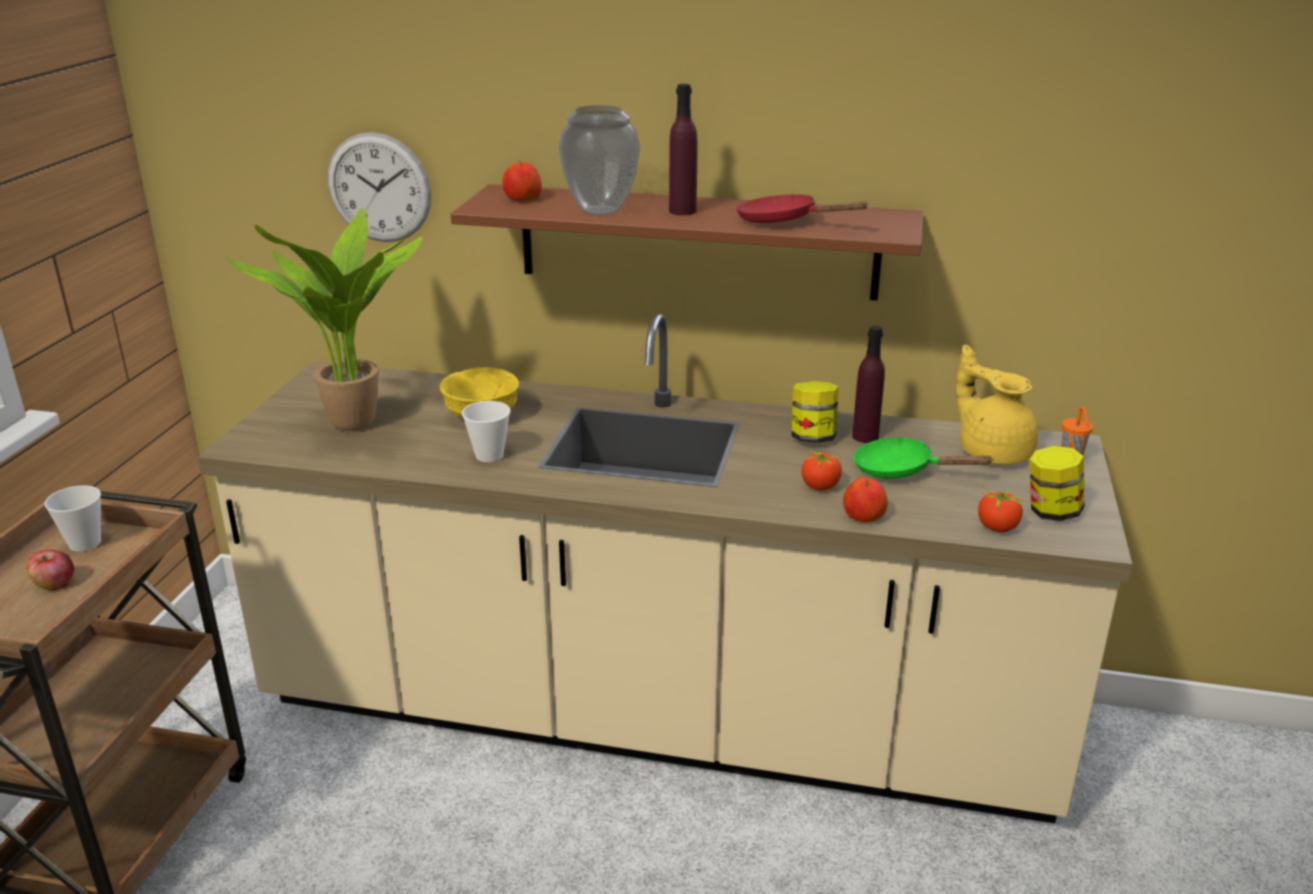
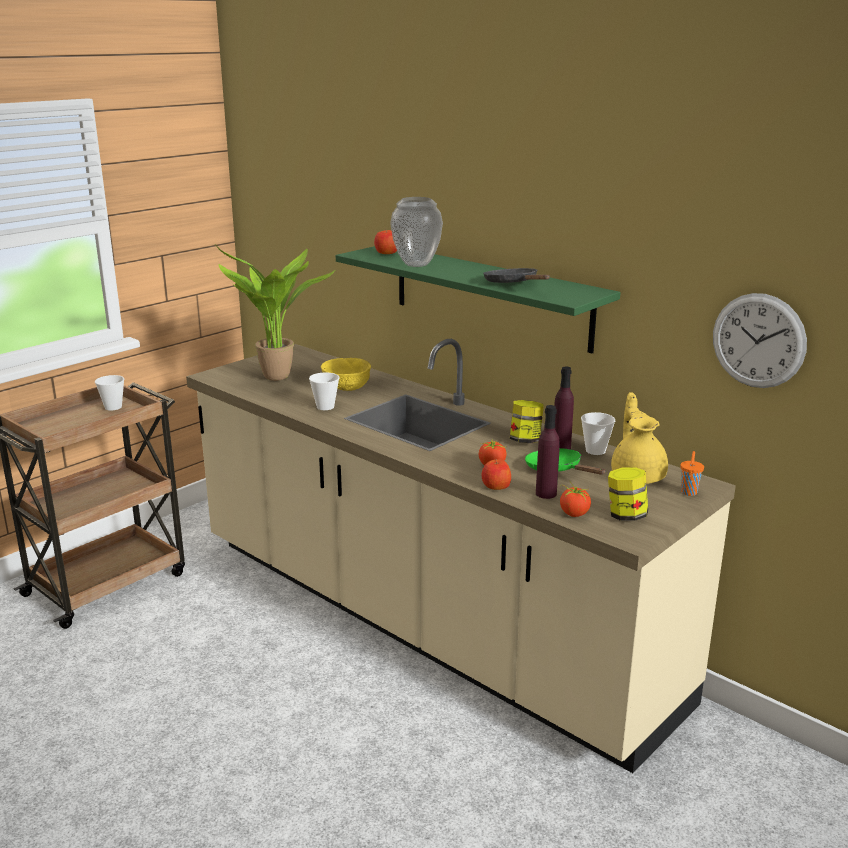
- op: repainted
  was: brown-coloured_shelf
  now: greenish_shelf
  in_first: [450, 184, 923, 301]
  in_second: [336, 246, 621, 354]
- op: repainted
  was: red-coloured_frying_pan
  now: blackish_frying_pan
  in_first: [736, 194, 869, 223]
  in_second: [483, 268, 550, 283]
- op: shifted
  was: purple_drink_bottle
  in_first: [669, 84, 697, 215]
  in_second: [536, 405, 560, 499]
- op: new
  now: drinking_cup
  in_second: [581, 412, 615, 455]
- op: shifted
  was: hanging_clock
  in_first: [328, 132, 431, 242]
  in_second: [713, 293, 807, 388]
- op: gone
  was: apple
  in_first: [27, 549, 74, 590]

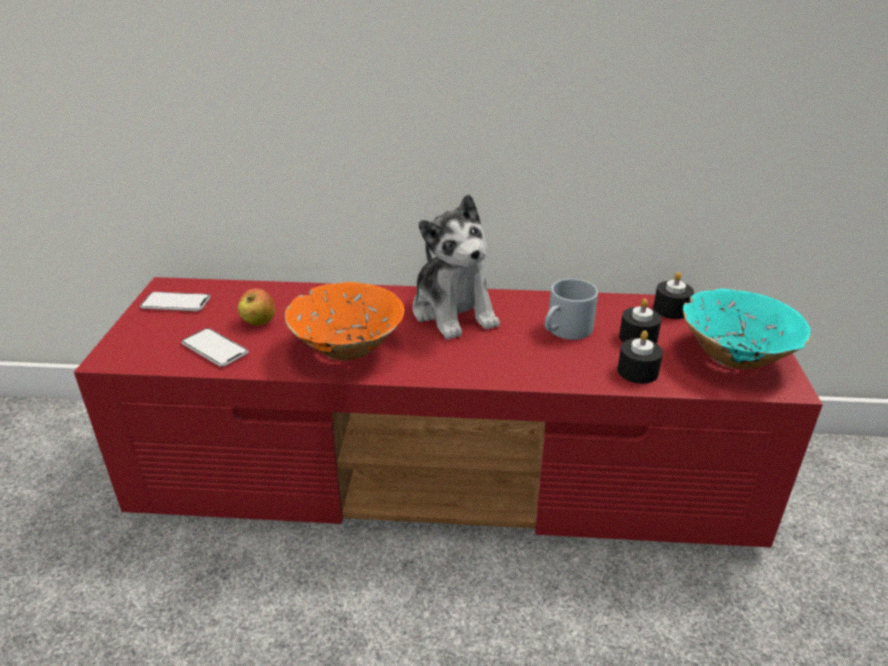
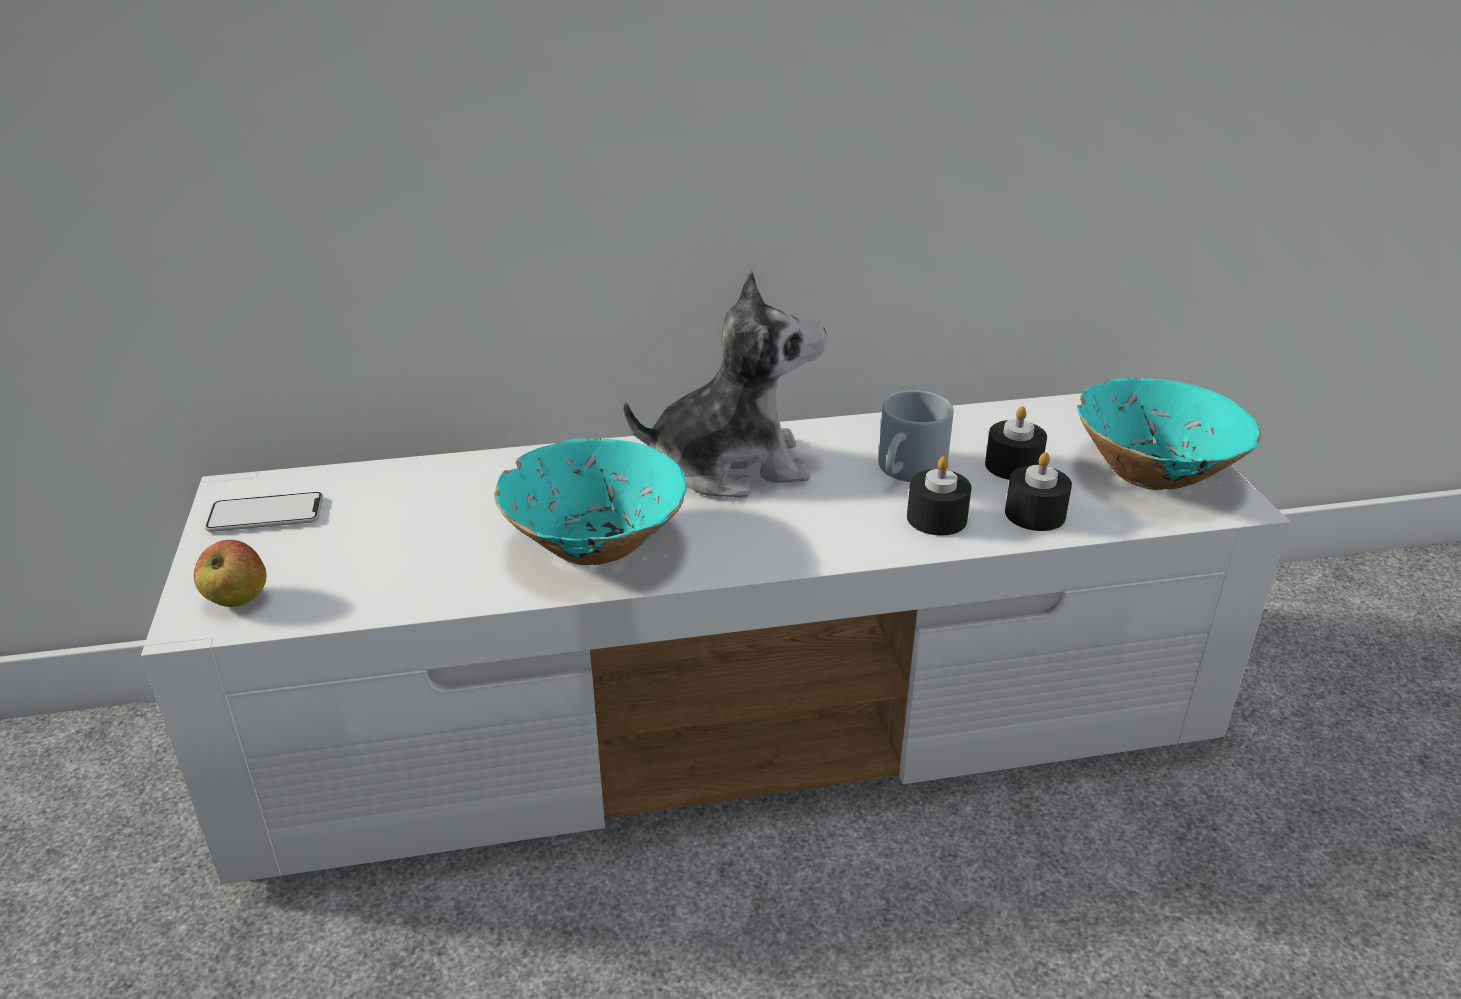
- op: repainted
  was: red-coloured_tv_stand
  now: white-coloured_tv_stand
  in_first: [74, 277, 823, 547]
  in_second: [141, 393, 1291, 884]
- op: shifted
  was: apple
  in_first: [237, 288, 275, 326]
  in_second: [194, 540, 266, 607]
- op: repainted
  was: orange_bowl
  now: blue-green_bowl
  in_first: [285, 282, 405, 361]
  in_second: [494, 438, 687, 565]
- op: rotated
  was: cuddly_toy
  in_first: [412, 194, 500, 340]
  in_second: [623, 270, 826, 498]
  clockwise: -60
- op: shifted
  was: blackish_wax_light
  in_first: [653, 272, 694, 319]
  in_second: [907, 456, 972, 536]
- op: gone
  was: telephone
  in_first: [181, 328, 249, 367]

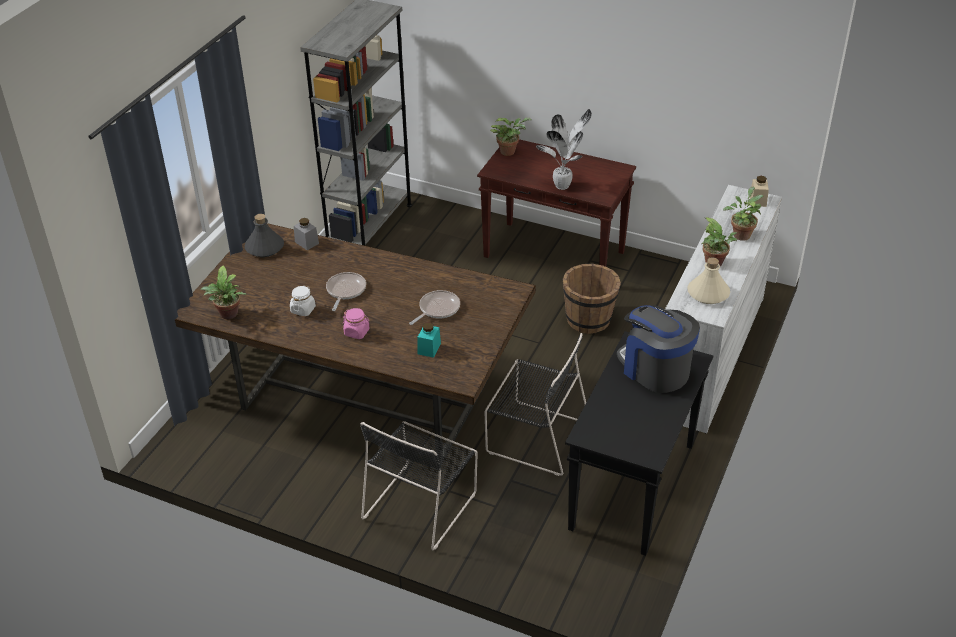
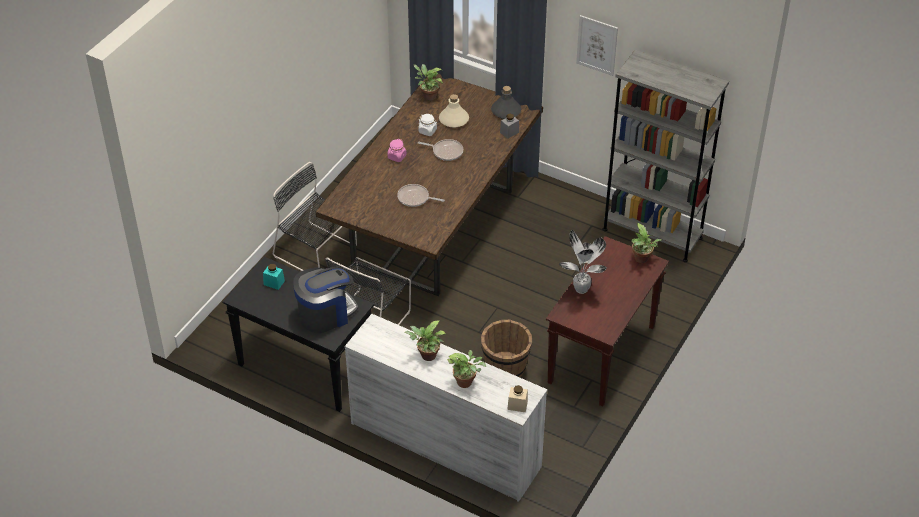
- op: shifted
  was: blue-green_jar
  in_first: [417, 322, 441, 358]
  in_second: [263, 264, 285, 290]
- op: rotated
  was: frying_pan
  in_first: [409, 290, 460, 325]
  in_second: [397, 184, 445, 207]
  clockwise: 150
- op: shifted
  was: sand-coloured_drink_bottle
  in_first: [687, 257, 730, 304]
  in_second: [439, 94, 469, 128]
- op: new
  now: wall_picture
  in_second: [576, 15, 618, 76]

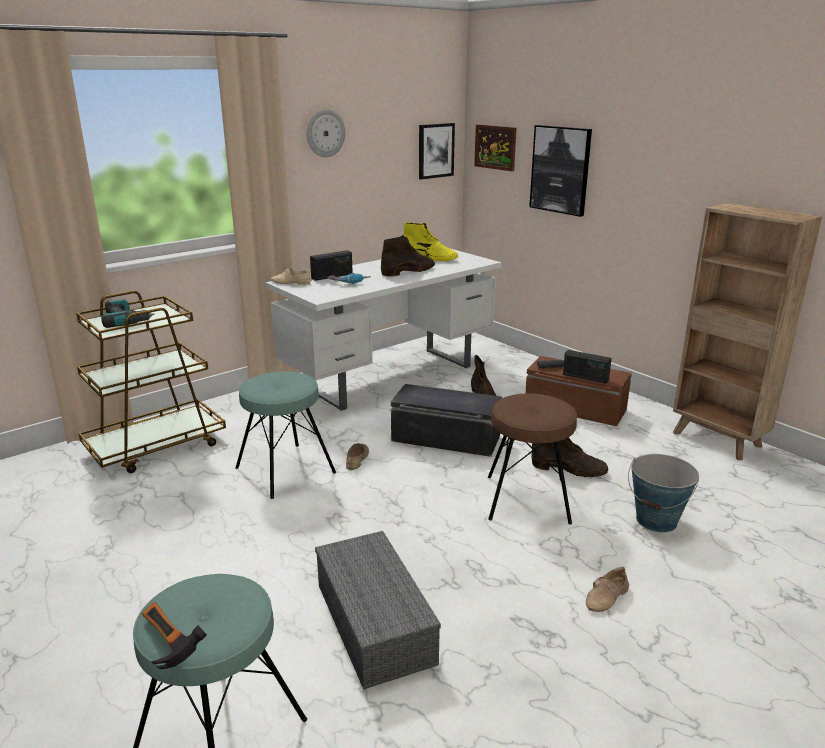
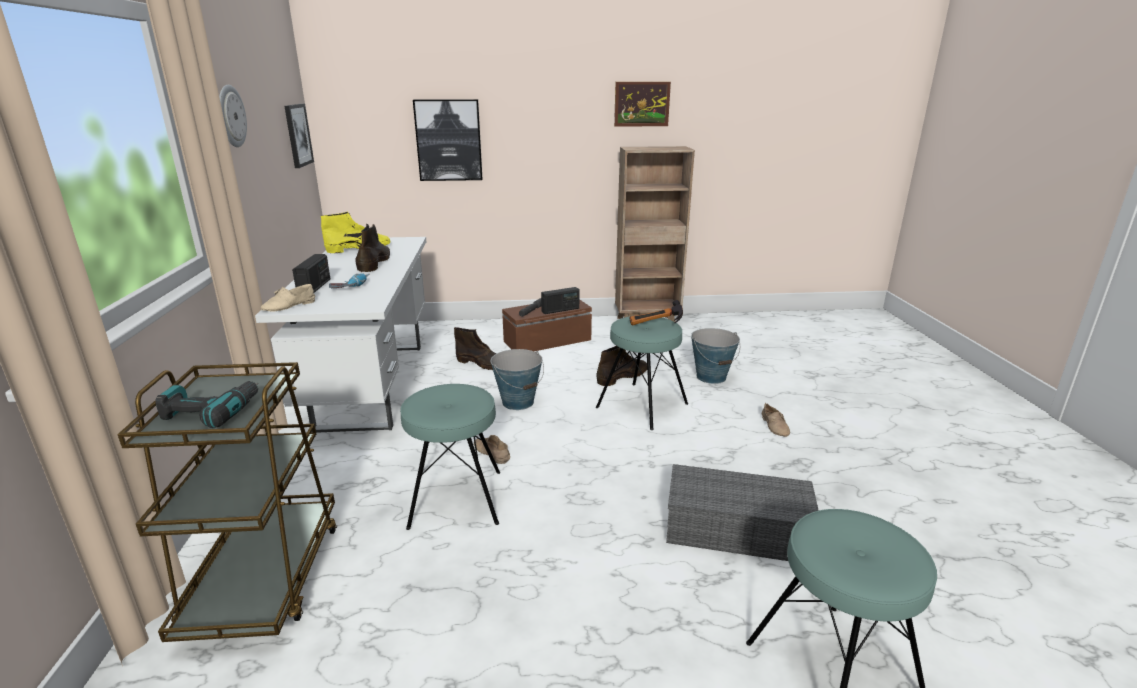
- op: swapped
  was: blackish_storage_container
  now: bucket
  in_first: [391, 384, 502, 457]
  in_second: [490, 349, 544, 410]
- op: repainted
  was: brown-coloured_stool
  now: blue-green_stool
  in_first: [488, 393, 577, 525]
  in_second: [596, 316, 688, 430]
- op: shifted
  was: wall_picture
  in_first: [474, 124, 516, 172]
  in_second: [614, 82, 671, 127]
- op: shifted
  was: tool_hammer
  in_first: [142, 602, 207, 669]
  in_second: [629, 300, 683, 326]

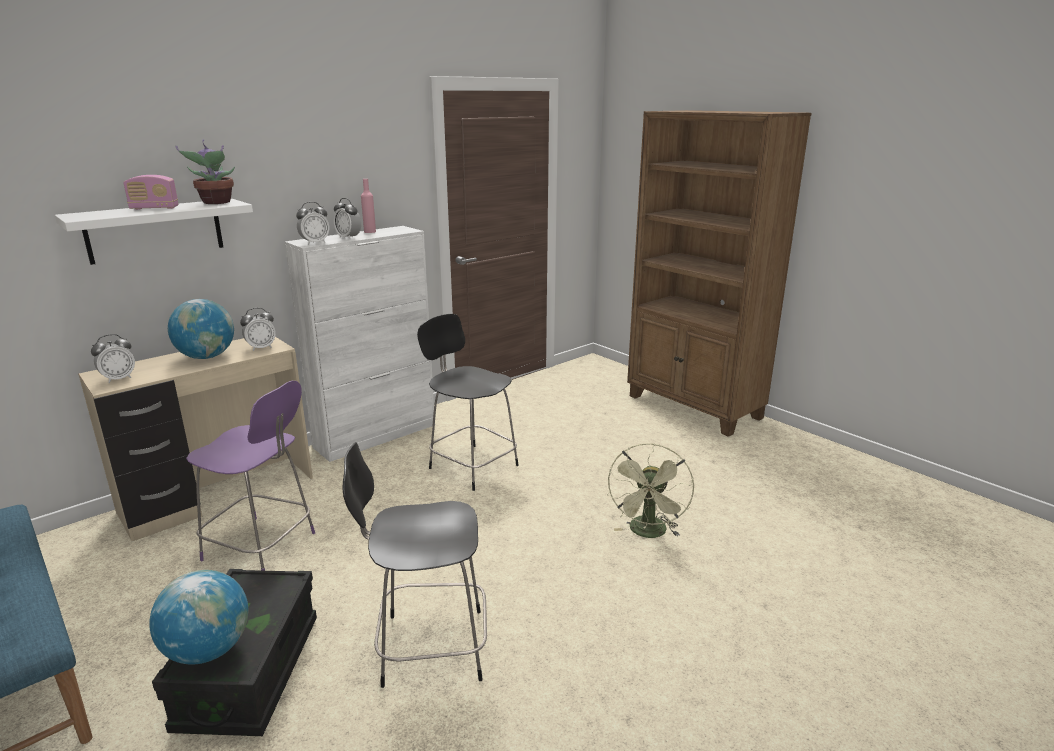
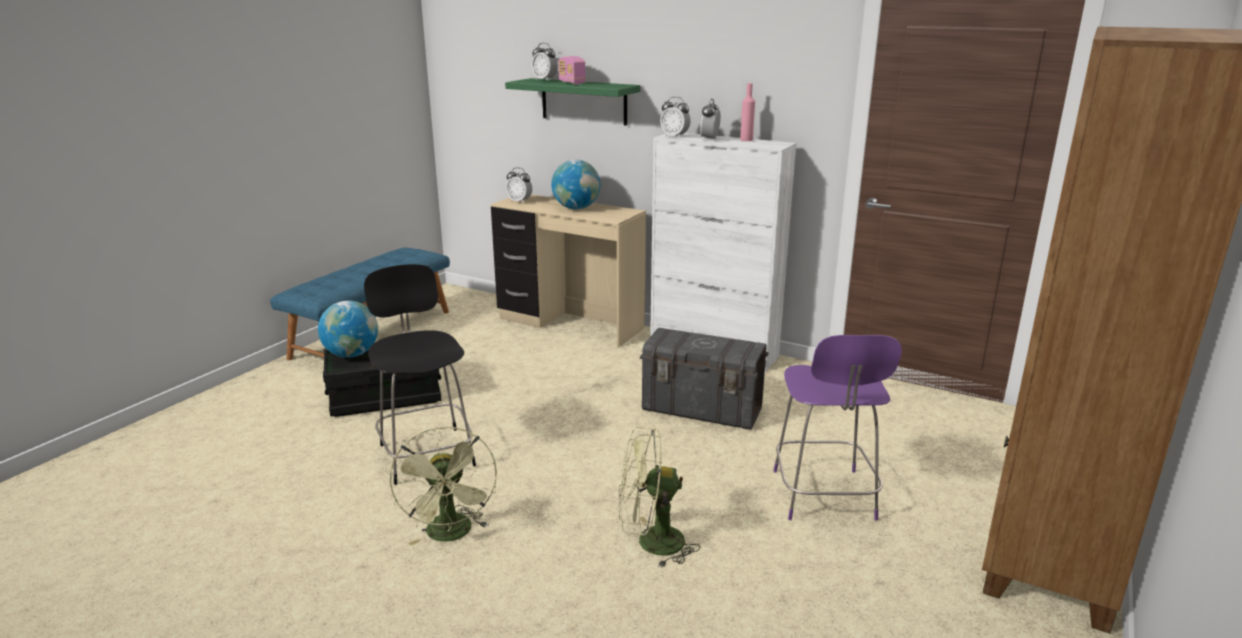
- op: new
  now: greenish_electric_fan
  in_second: [389, 426, 497, 546]
- op: repainted
  was: white-coloured_shelf
  now: greenish_shelf
  in_first: [55, 199, 253, 265]
  in_second: [505, 78, 641, 126]
- op: shifted
  was: table_clock
  in_first: [240, 308, 276, 351]
  in_second: [531, 43, 558, 81]
- op: swapped
  was: blackish_chair
  now: gray_storage_container
  in_first: [417, 314, 519, 491]
  in_second: [640, 328, 769, 430]
- op: shifted
  was: purple_chair
  in_first: [186, 381, 315, 571]
  in_second: [773, 335, 902, 521]
- op: gone
  was: houseplant
  in_first: [175, 139, 235, 204]

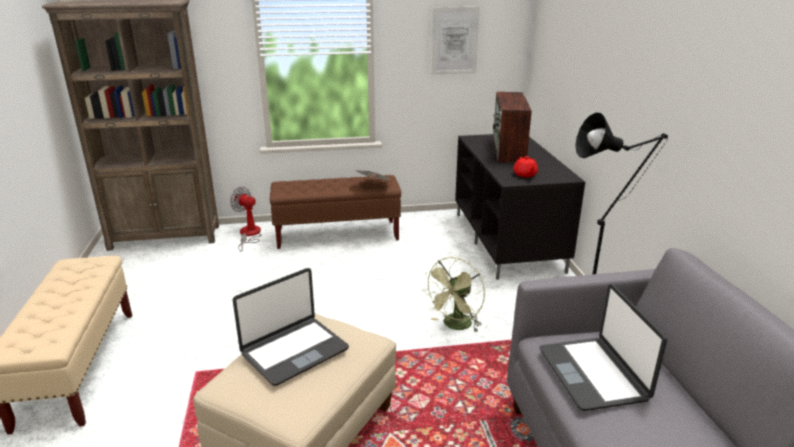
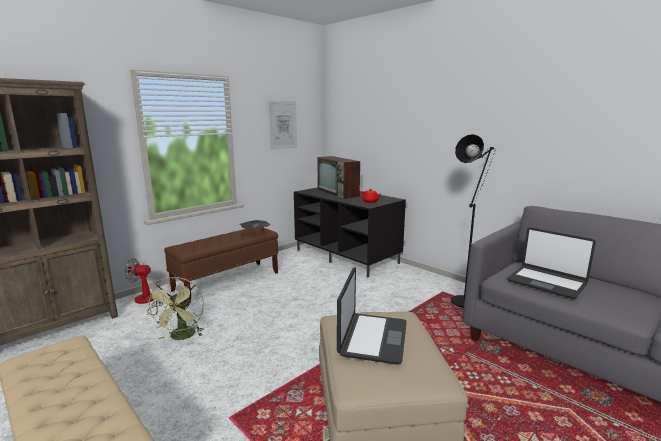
- op: shifted
  was: greenish_electric_fan
  in_first: [424, 257, 485, 332]
  in_second: [146, 277, 204, 340]

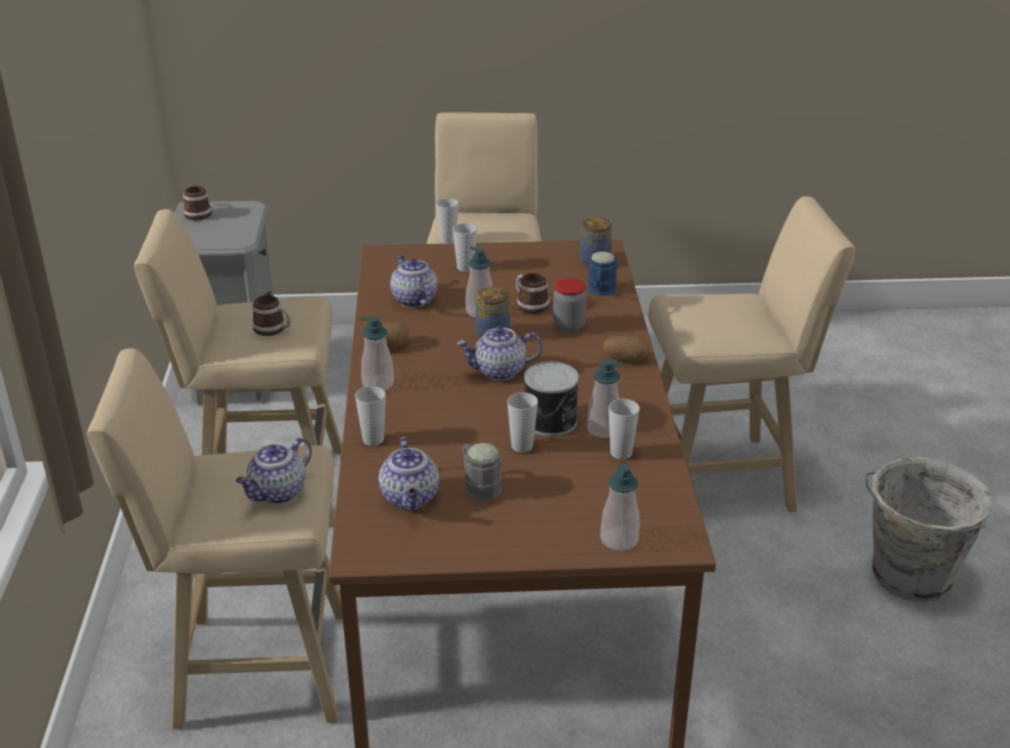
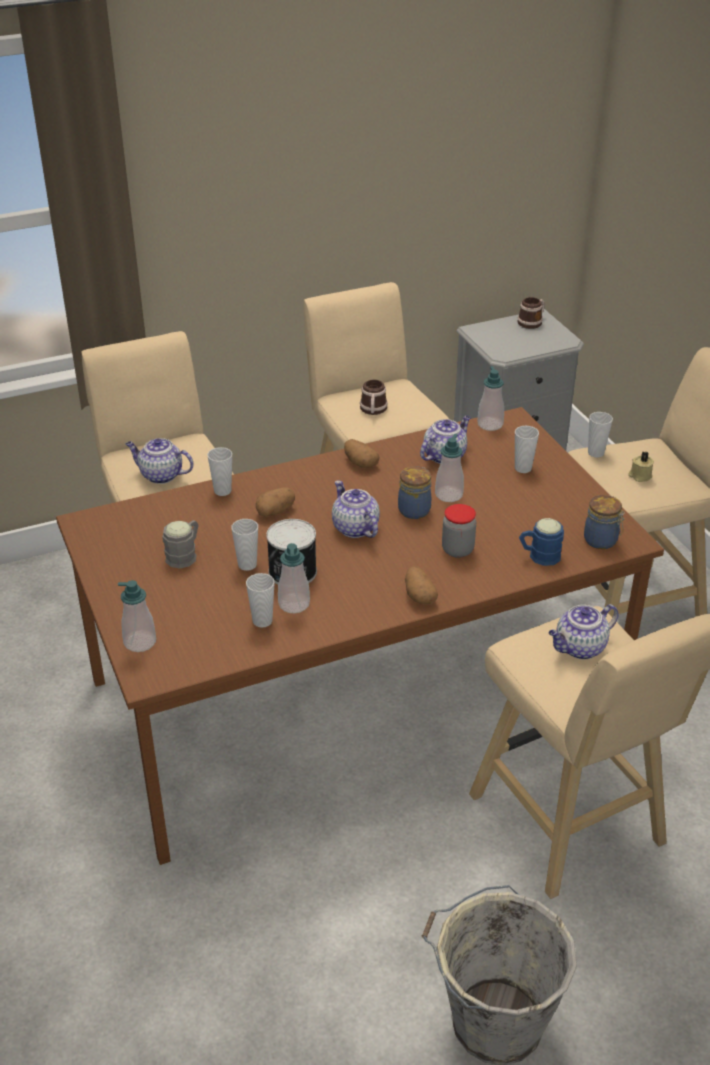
- op: new
  now: spud
  in_second: [256, 487, 295, 516]
- op: shifted
  was: liquid_soap_bottle
  in_first: [361, 317, 394, 391]
  in_second: [477, 366, 504, 431]
- op: shifted
  was: teapot
  in_first: [379, 437, 439, 511]
  in_second: [549, 604, 618, 660]
- op: new
  now: sand-coloured_wax_light
  in_second: [628, 451, 654, 482]
- op: gone
  was: tea_mug
  in_first: [516, 273, 550, 314]

